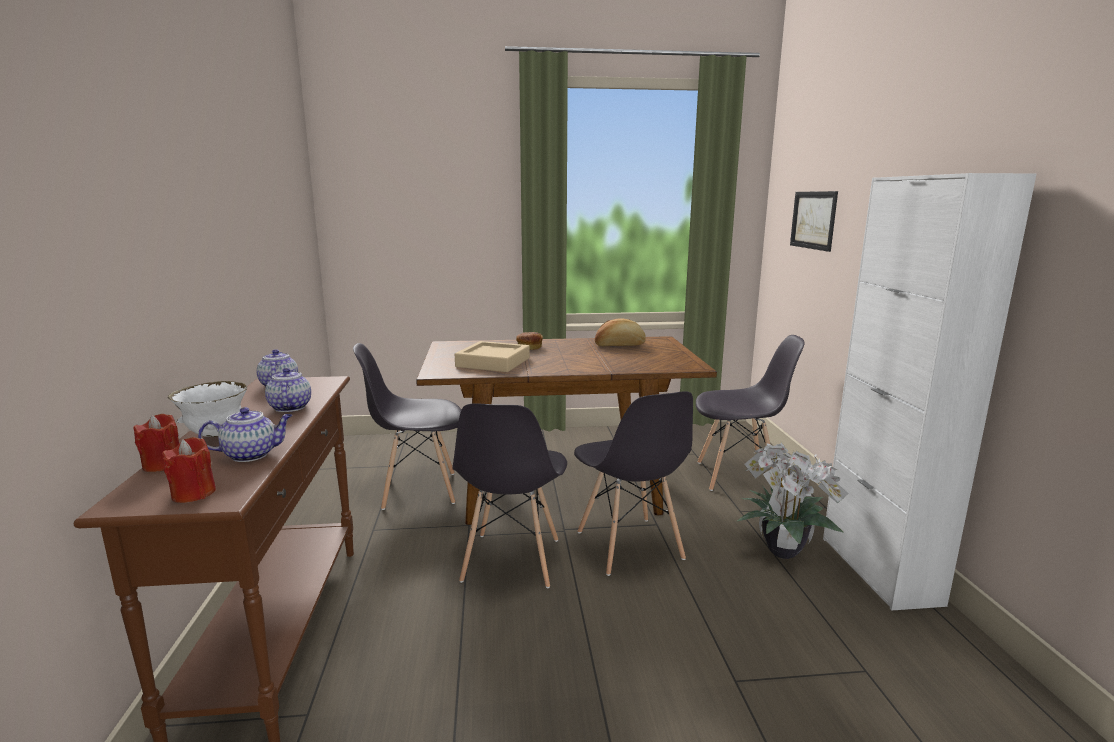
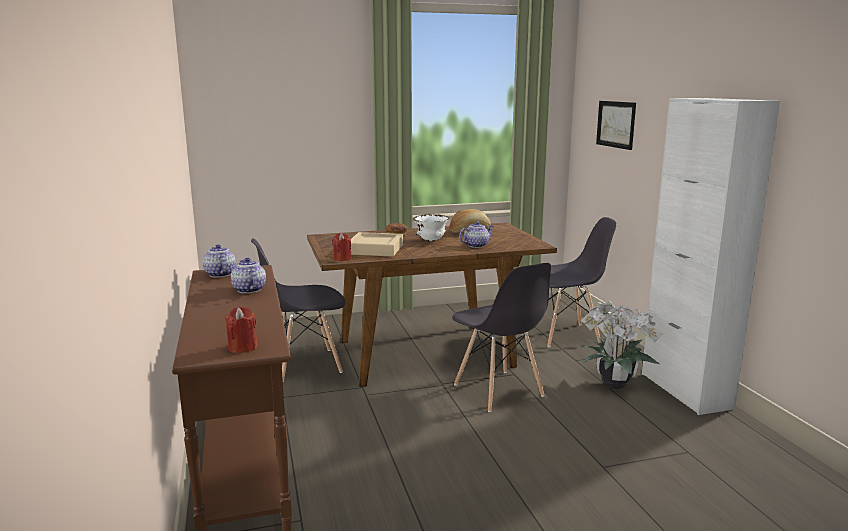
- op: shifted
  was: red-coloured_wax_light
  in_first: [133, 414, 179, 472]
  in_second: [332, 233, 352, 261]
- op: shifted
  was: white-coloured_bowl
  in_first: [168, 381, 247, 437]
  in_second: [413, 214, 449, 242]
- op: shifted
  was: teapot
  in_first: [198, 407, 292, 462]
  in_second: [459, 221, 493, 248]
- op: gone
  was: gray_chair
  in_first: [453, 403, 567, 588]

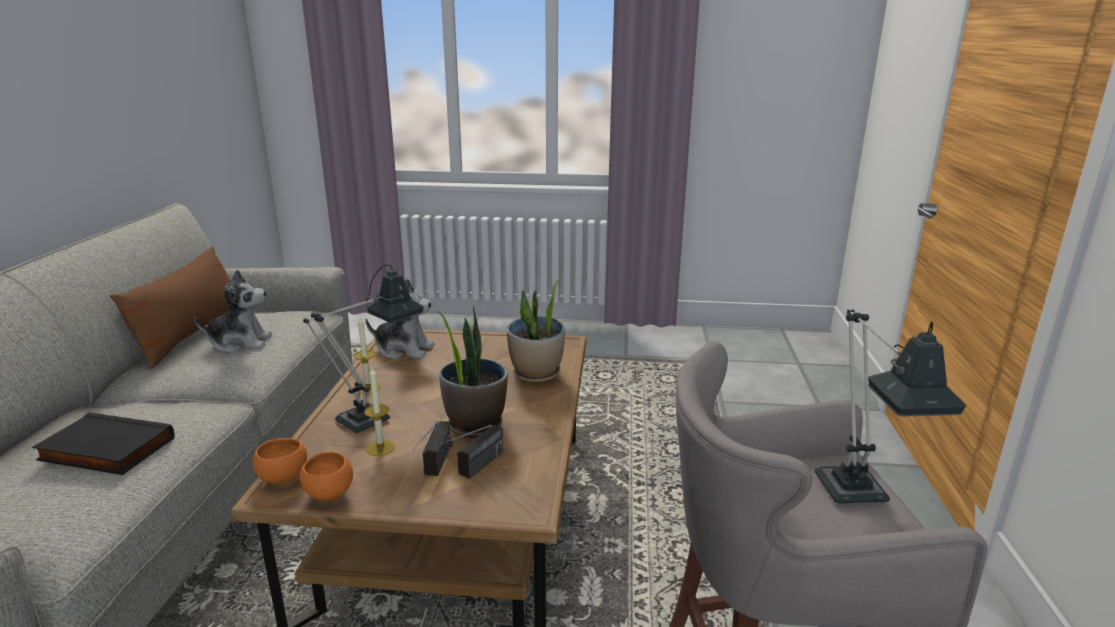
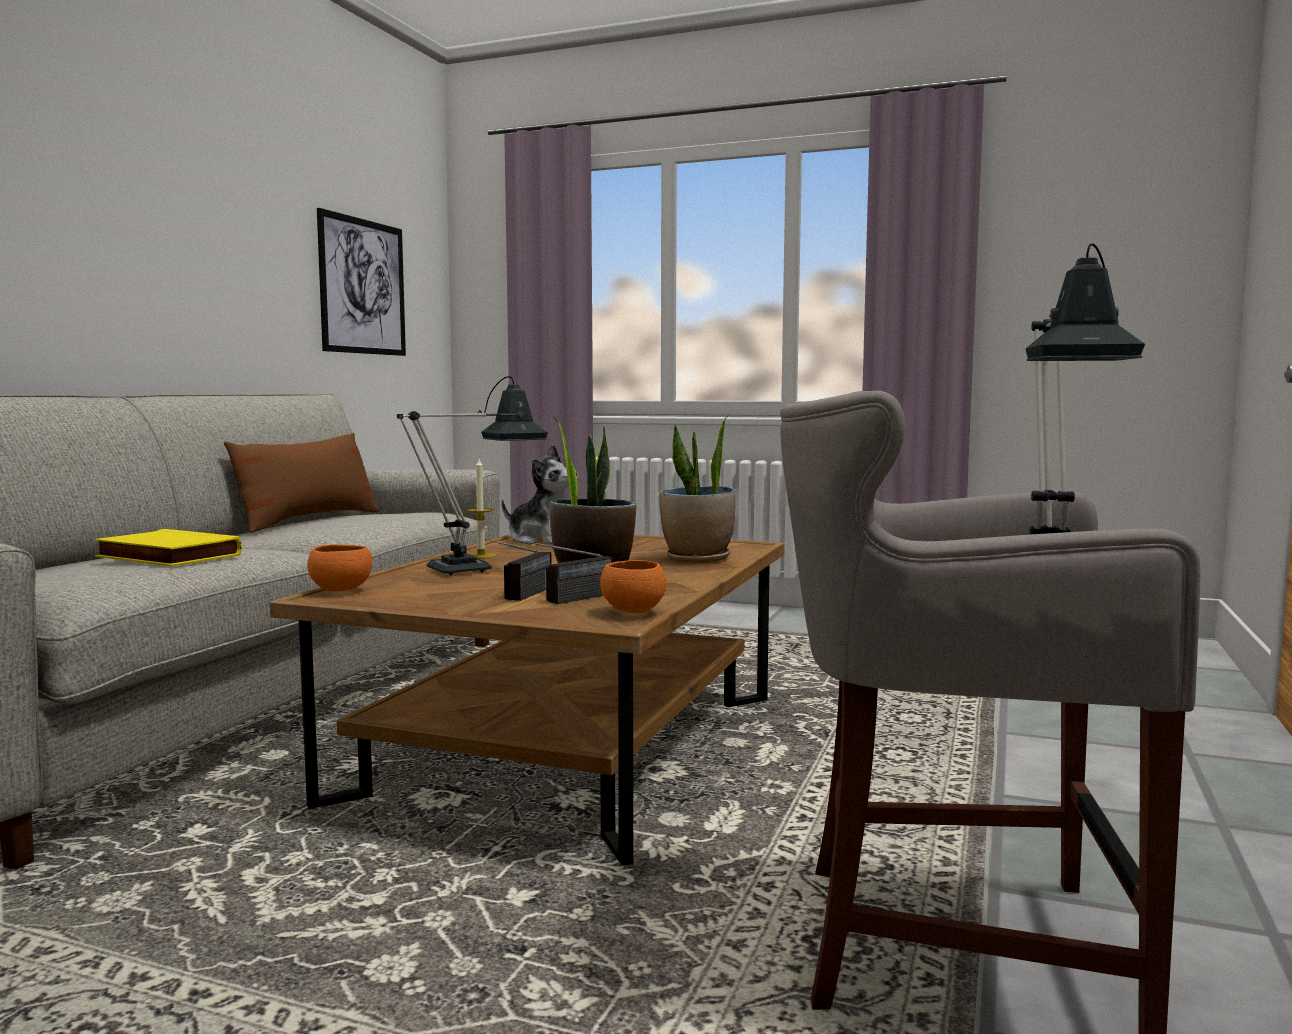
- op: repainted
  was: blackish_book
  now: yellowish_book
  in_first: [32, 412, 174, 475]
  in_second: [94, 529, 242, 566]
- op: new
  now: wall_picture
  in_second: [317, 208, 406, 356]
- op: shifted
  was: orange_bowl
  in_first: [300, 452, 353, 501]
  in_second: [600, 560, 666, 613]
- op: gone
  was: cuddly_toy
  in_first: [194, 270, 272, 353]
- op: gone
  was: wax_light
  in_first: [364, 368, 395, 456]

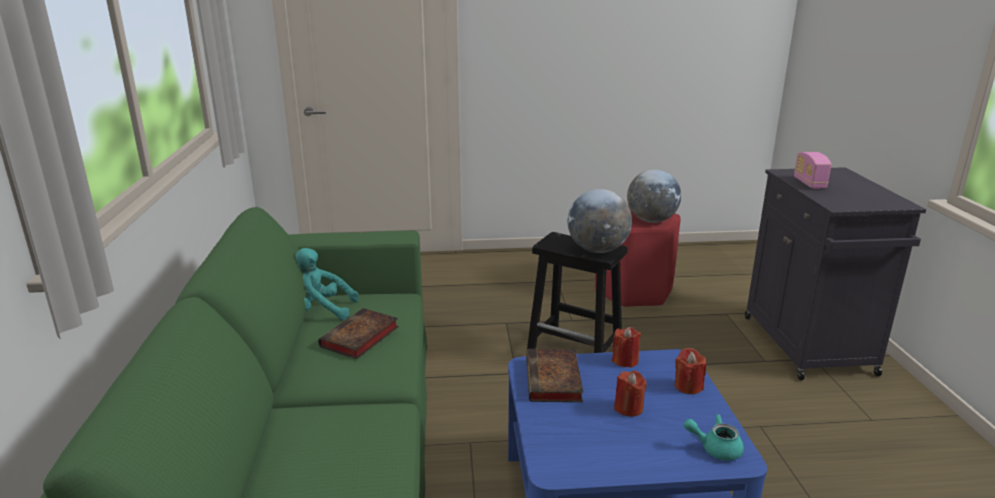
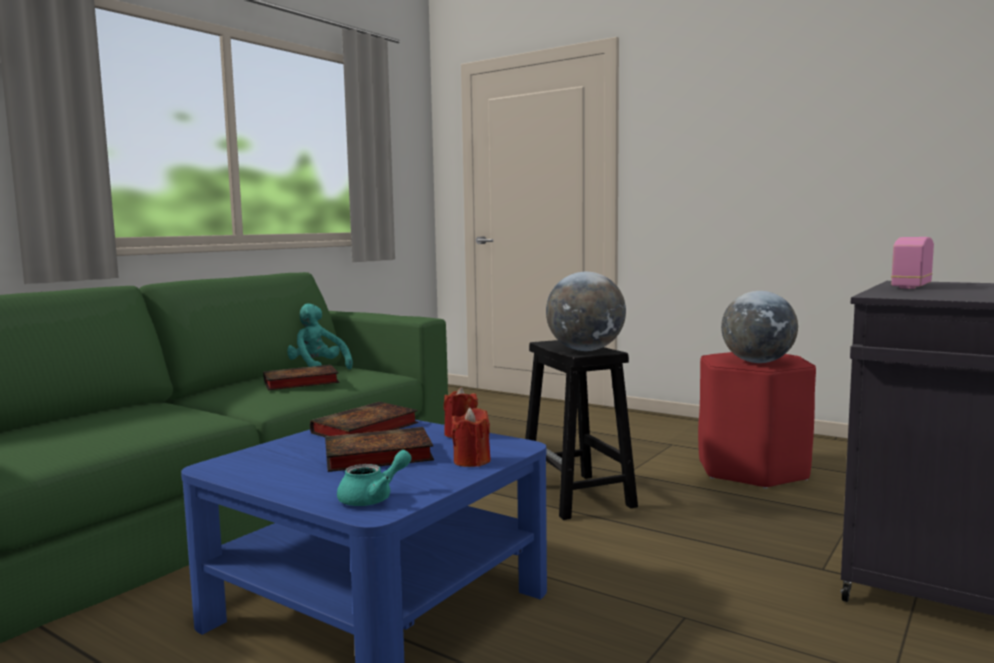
- op: swapped
  was: red-coloured_wax_light
  now: book
  in_first: [614, 371, 647, 417]
  in_second: [325, 427, 434, 472]
- op: rotated
  was: blue-green_teapot
  in_first: [684, 414, 744, 461]
  in_second: [337, 450, 412, 506]
  clockwise: 90

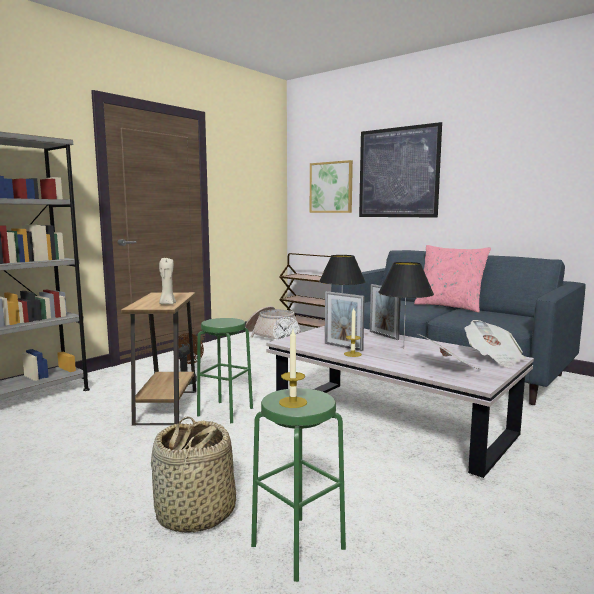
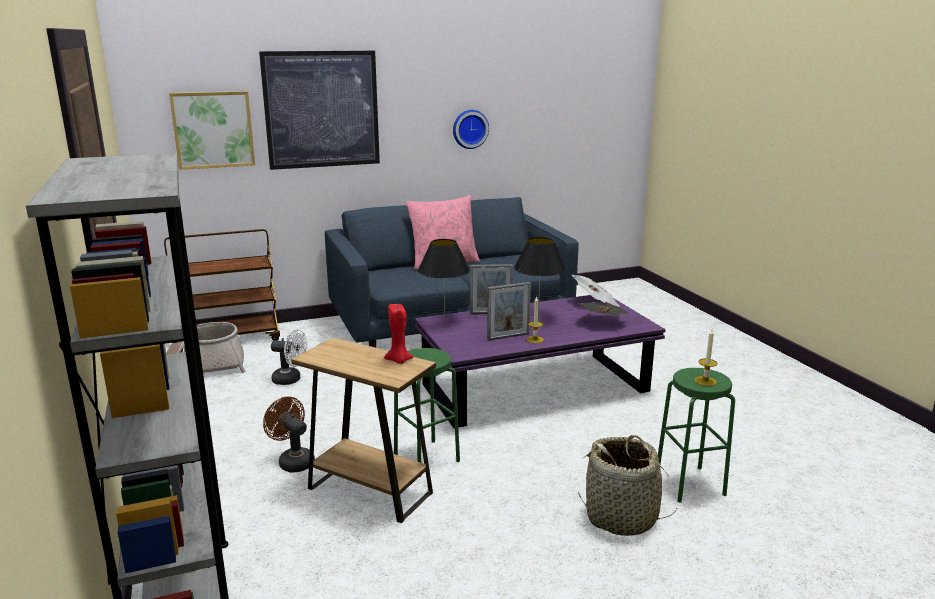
- op: repainted
  was: sand-coloured_wax_light
  now: red-coloured_wax_light
  in_first: [159, 258, 176, 305]
  in_second: [384, 304, 413, 364]
- op: repainted
  was: white-coloured_low_table
  now: purple_low_table
  in_first: [266, 326, 534, 478]
  in_second: [415, 295, 666, 428]
- op: new
  now: hanging_clock
  in_second: [453, 110, 489, 149]

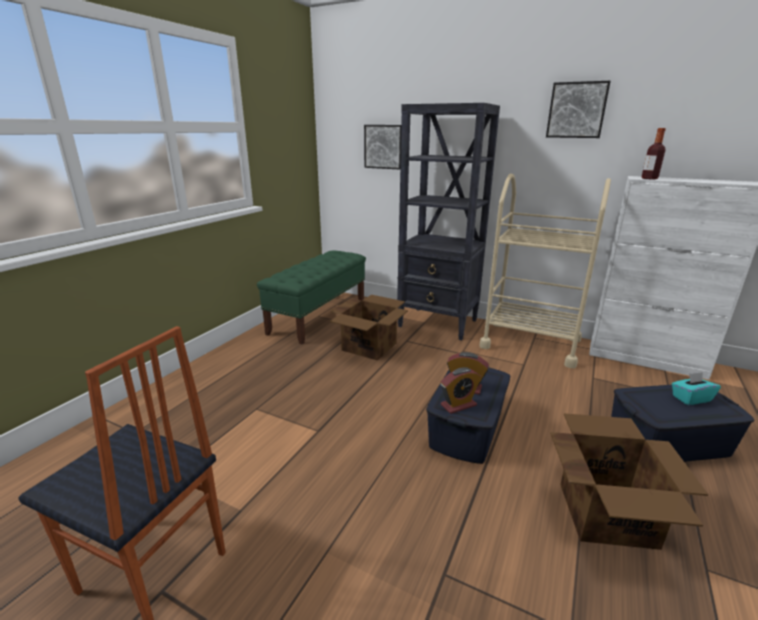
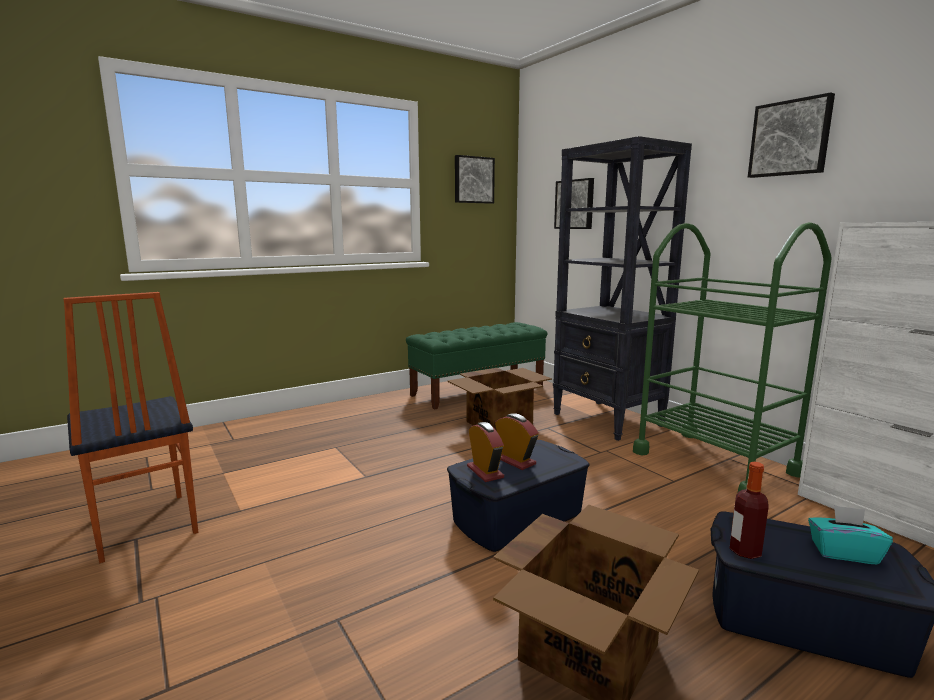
- op: new
  now: wall_picture
  in_second: [455, 155, 495, 204]
- op: rotated
  was: table_clock
  in_first: [441, 367, 481, 414]
  in_second: [467, 422, 504, 482]
  clockwise: -120
- op: repainted
  was: sand-coloured_trolley
  now: greenish_trolley
  in_first: [480, 174, 611, 368]
  in_second: [633, 222, 832, 492]
- op: shifted
  was: drink_bottle
  in_first: [641, 128, 666, 179]
  in_second: [730, 462, 768, 559]

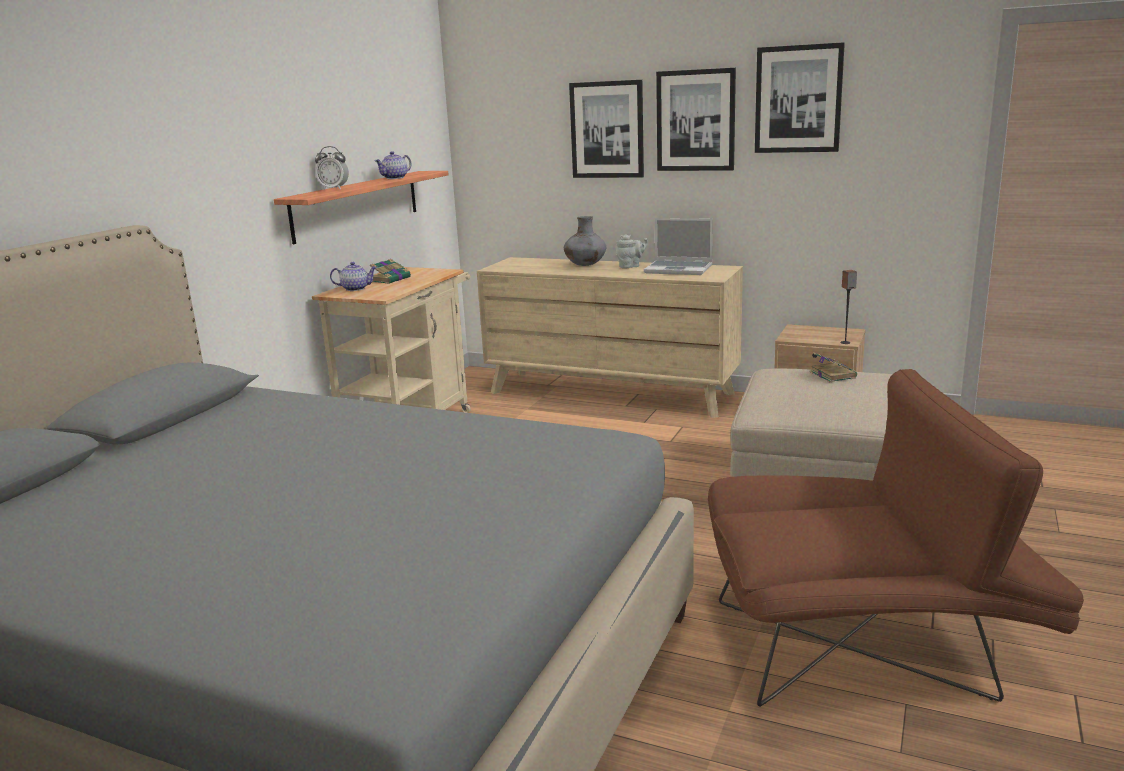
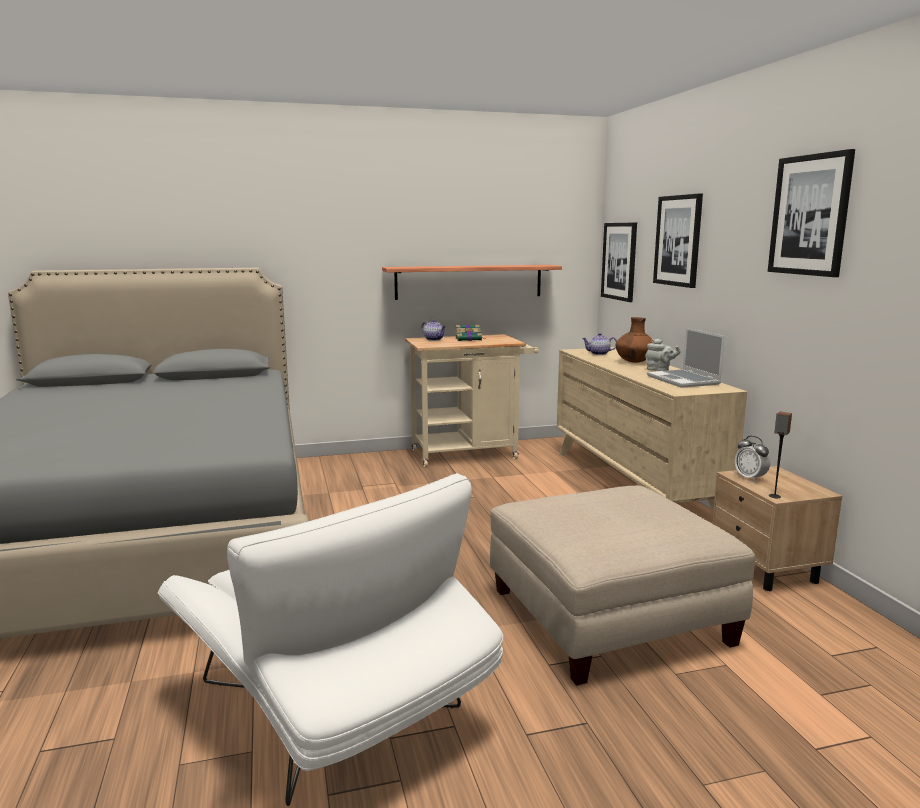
- op: repainted
  was: brown-coloured_easy_chair
  now: white-coloured_easy_chair
  in_first: [708, 369, 1084, 707]
  in_second: [158, 473, 503, 806]
- op: shifted
  was: teapot
  in_first: [375, 151, 412, 179]
  in_second: [582, 333, 617, 355]
- op: shifted
  was: wall_picture
  in_first: [656, 68, 736, 171]
  in_second: [601, 223, 637, 302]
- op: repainted
  was: gray_vase
  now: brown-coloured_vase
  in_first: [564, 216, 607, 266]
  in_second: [616, 317, 653, 363]
- op: shifted
  was: table_clock
  in_first: [315, 146, 349, 190]
  in_second: [735, 436, 770, 482]
- op: gone
  was: book
  in_first: [810, 352, 857, 382]

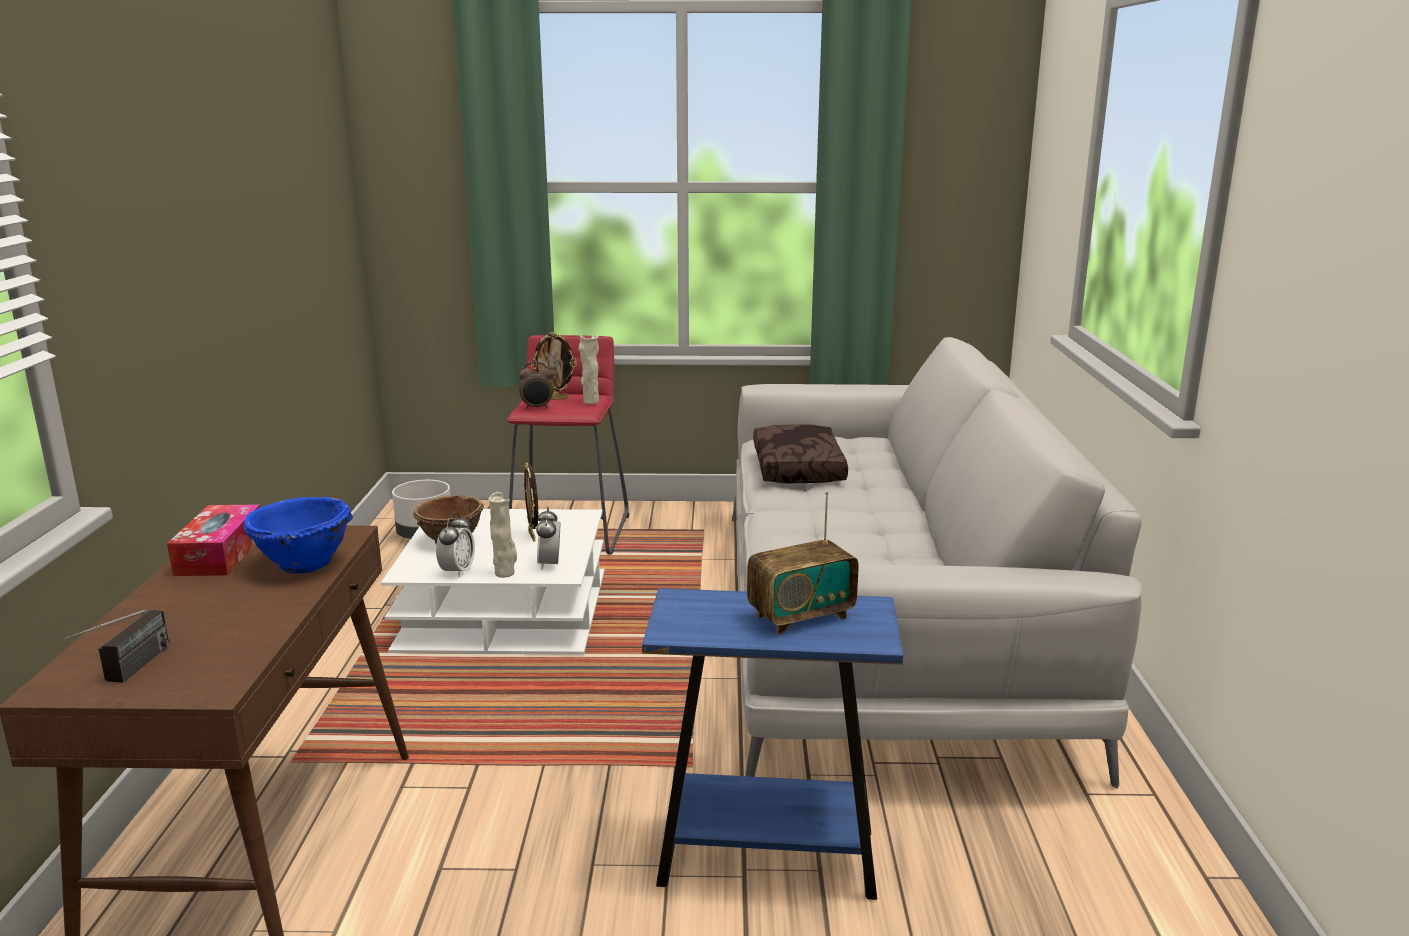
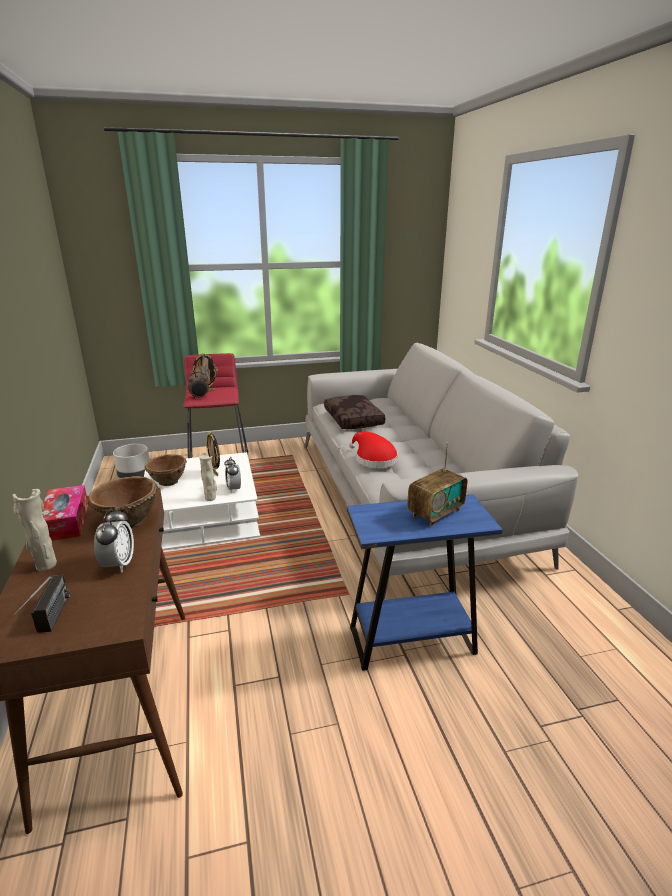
- op: shifted
  was: sand-coloured_vase
  in_first: [578, 335, 599, 404]
  in_second: [12, 489, 57, 571]
- op: repainted
  was: bluish_bowl
  now: brown-coloured_bowl
  in_first: [243, 497, 353, 574]
  in_second: [87, 476, 158, 528]
- op: shifted
  was: table_clock
  in_first: [436, 513, 475, 578]
  in_second: [94, 508, 134, 573]
- op: new
  now: red-coloured_wearable_hat
  in_second: [349, 431, 398, 468]

